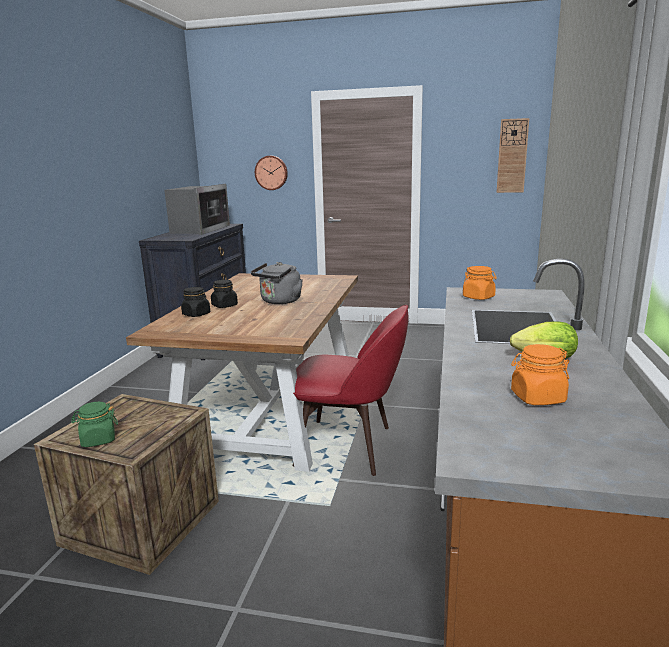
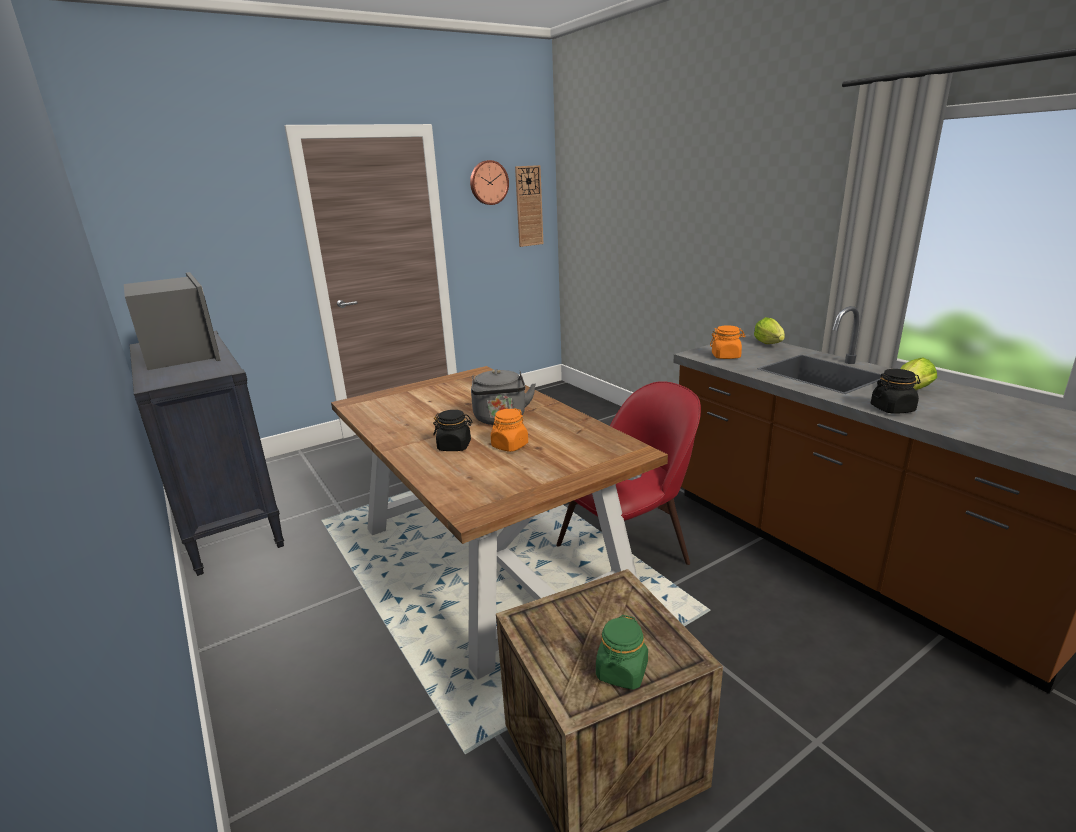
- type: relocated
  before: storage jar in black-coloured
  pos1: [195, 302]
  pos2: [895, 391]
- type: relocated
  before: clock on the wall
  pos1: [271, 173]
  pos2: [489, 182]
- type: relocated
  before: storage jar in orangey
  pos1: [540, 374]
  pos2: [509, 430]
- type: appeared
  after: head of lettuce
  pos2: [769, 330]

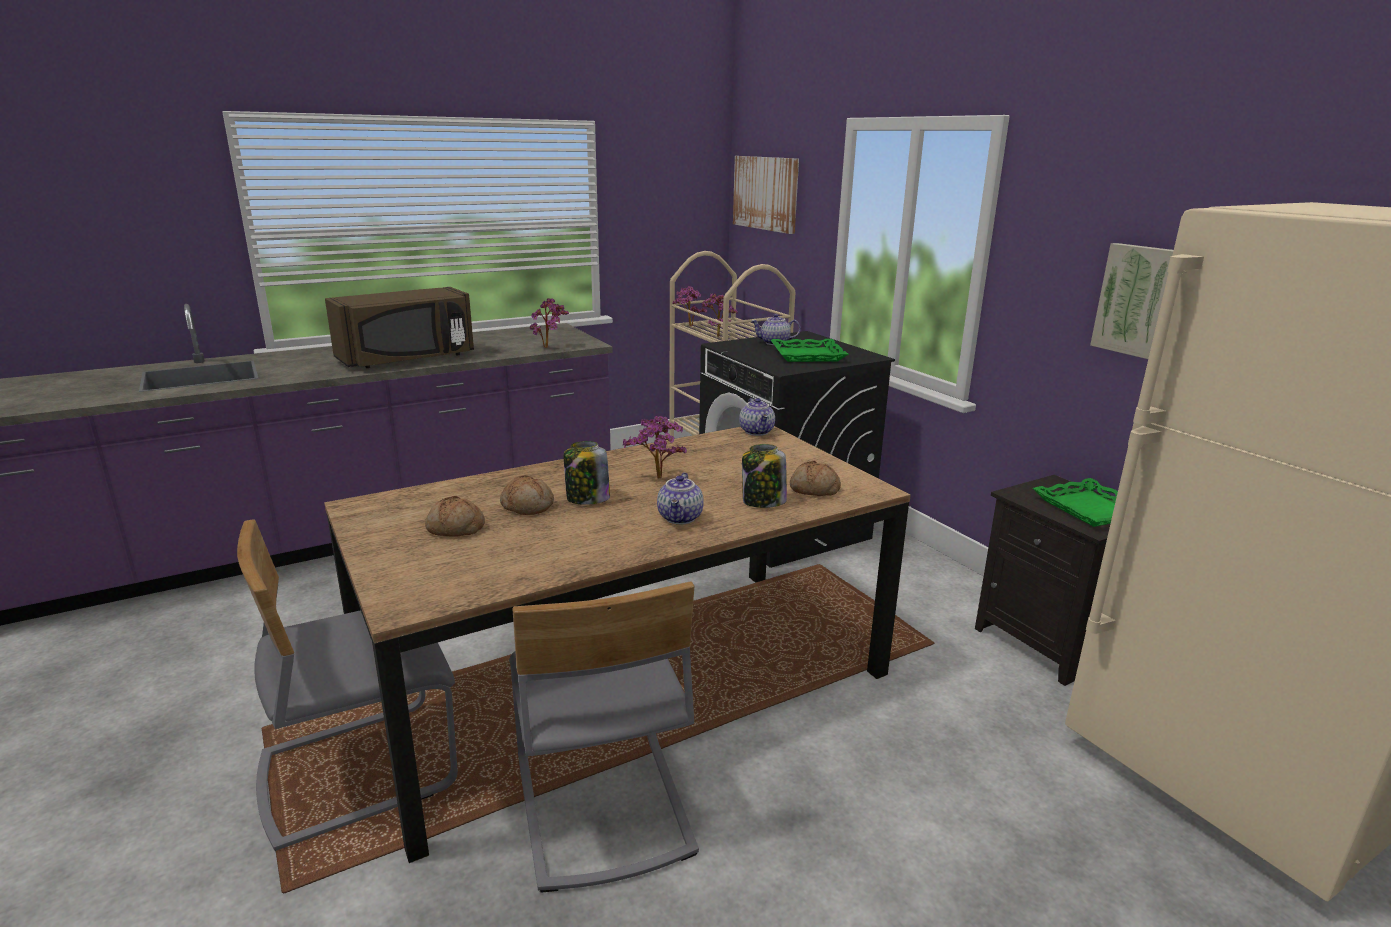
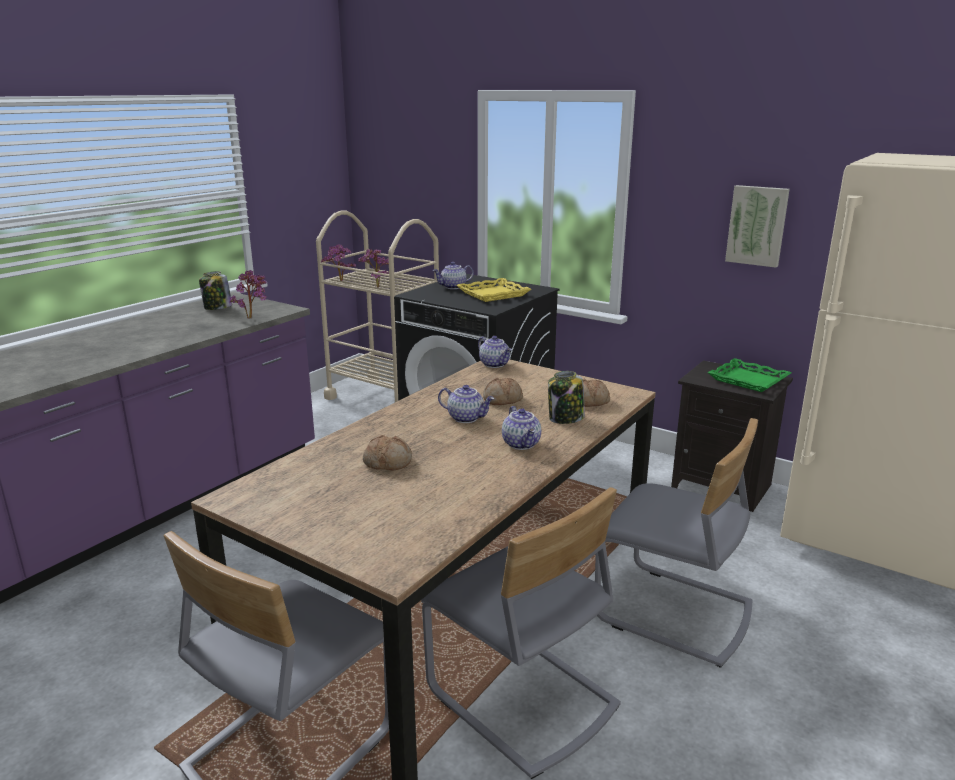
- type: missing
  before: kitchen microwave in brownish
  pos1: [399, 327]
- type: relocated
  before: bread
  pos1: [455, 516]
  pos2: [503, 391]
- type: relocated
  before: storage jar
  pos1: [587, 473]
  pos2: [215, 290]
- type: exchanged
  before: potted plant
  after: teapot
  pos1: [655, 447]
  pos2: [466, 404]
- type: missing
  before: wall art
  pos1: [766, 195]
- type: colour
  before: serving tray in green-coloured
  after: serving tray in yellow-coloured
  pos1: [810, 350]
  pos2: [493, 290]
- type: appeared
  after: plain chair in grey
  pos2: [676, 543]

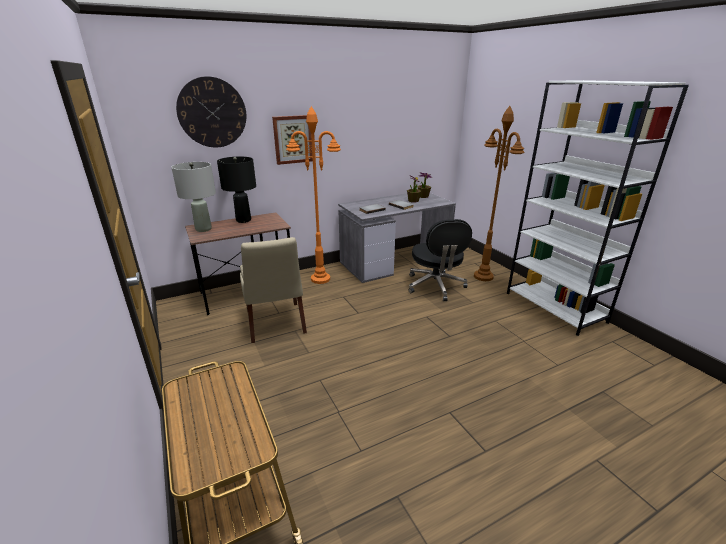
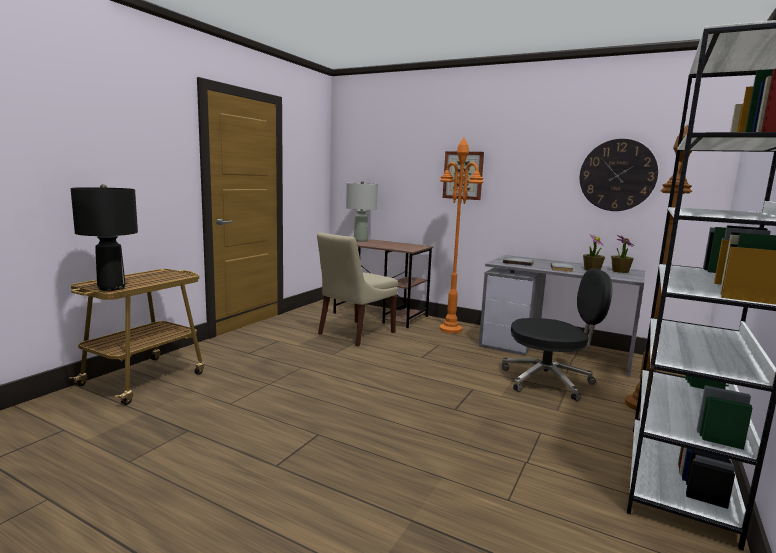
- type: relocated
  before: clock on the wall
  pos1: [211, 111]
  pos2: [619, 175]
- type: relocated
  before: table lamp in black-coloured
  pos1: [236, 190]
  pos2: [104, 237]
- type: spun
  before: office chair in black-coloured
  pos1: [440, 260]
  pos2: [557, 334]
  turn: -135

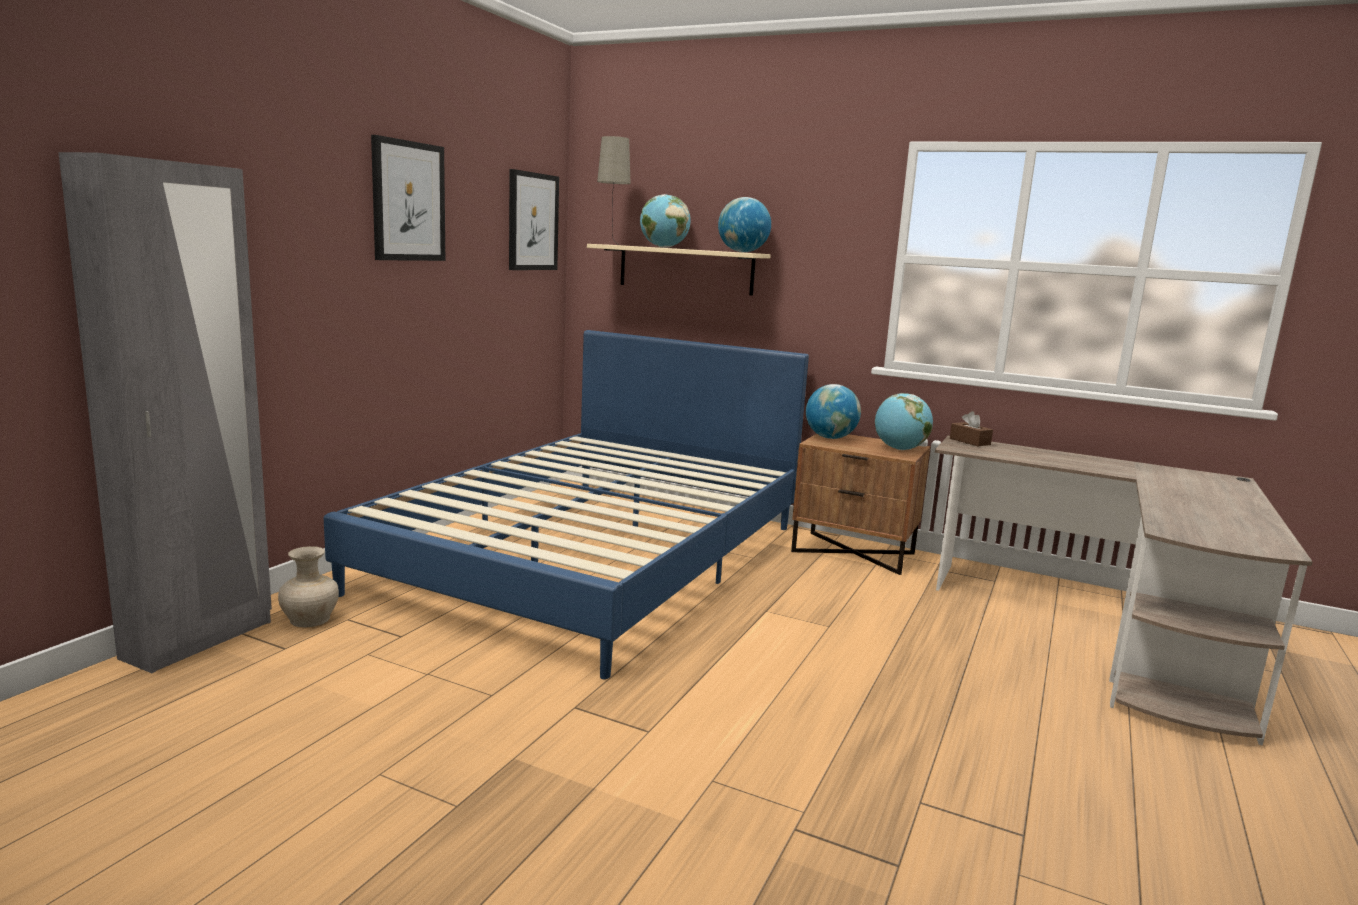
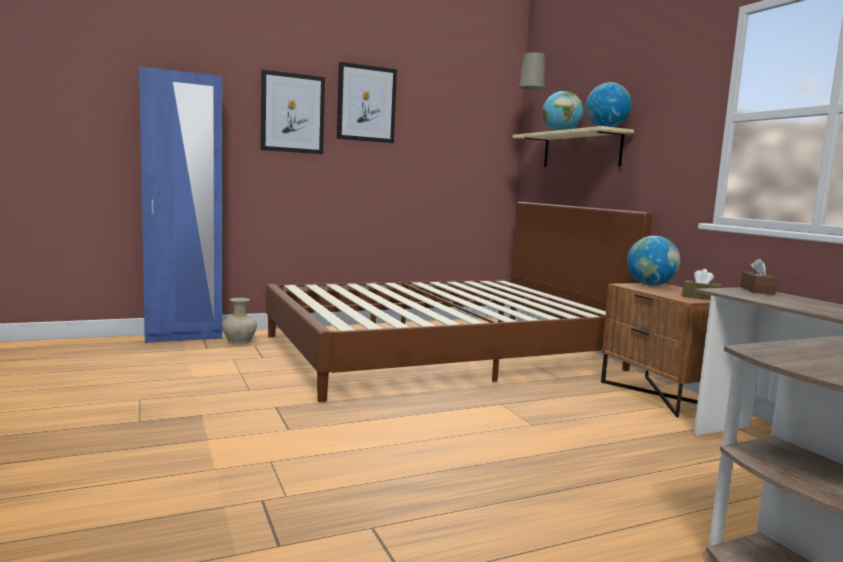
- type: colour
  before: armoire in grey
  after: armoire in blue-coloured
  pos1: [165, 412]
  pos2: [180, 204]
- type: colour
  before: bedroom bed in blue-coloured
  after: bedroom bed in brownish
  pos1: [566, 504]
  pos2: [459, 302]
- type: relocated
  before: wall art
  pos1: [534, 219]
  pos2: [293, 112]
- type: exchanged
  before: globe
  after: tissue holder in brownish
  pos1: [904, 421]
  pos2: [702, 284]

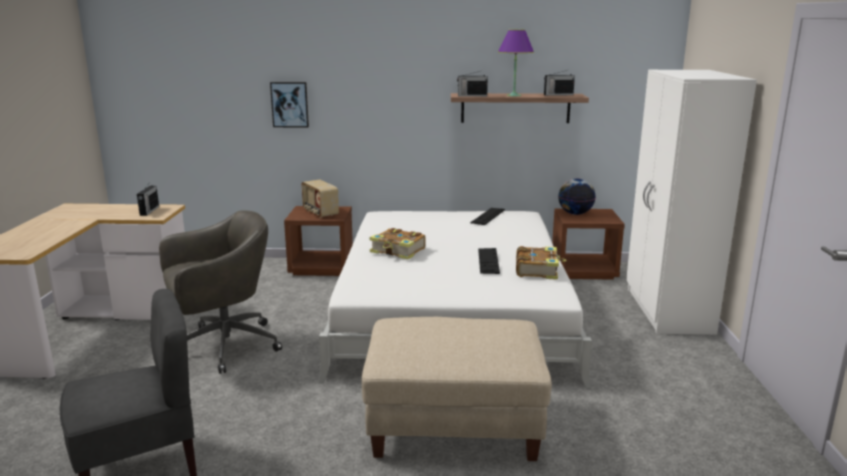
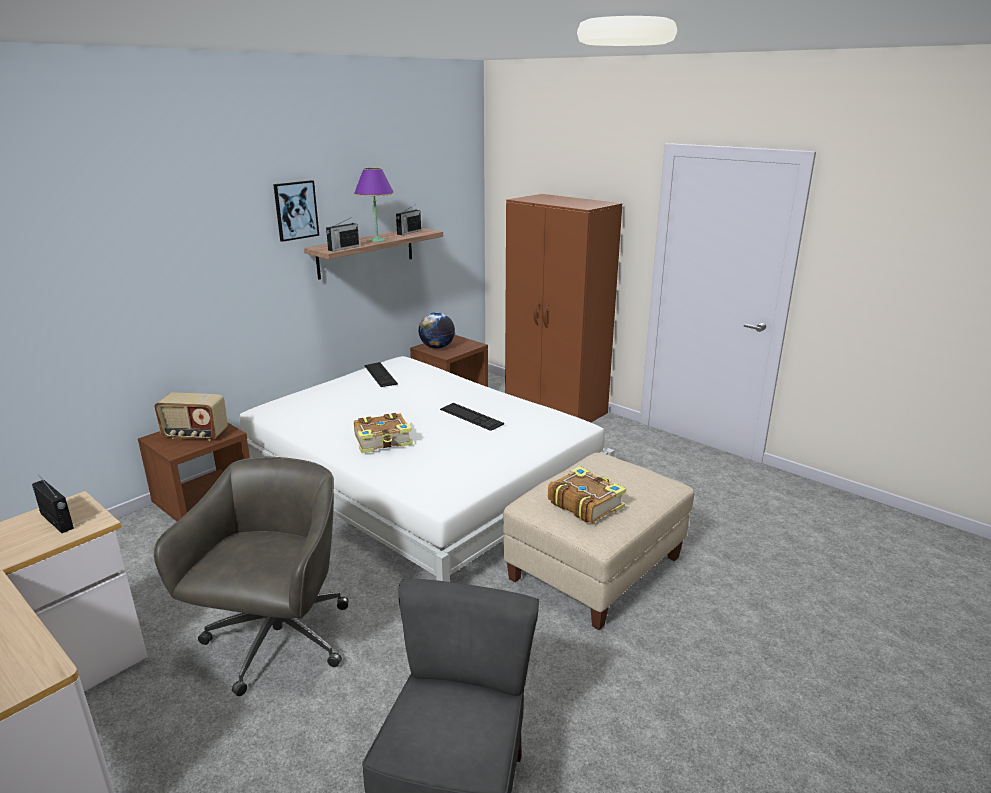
- type: relocated
  before: wall art
  pos1: [289, 105]
  pos2: [296, 211]
- type: relocated
  before: book
  pos1: [541, 263]
  pos2: [587, 494]
- type: colour
  before: armoire in whitish
  after: armoire in brownish
  pos1: [691, 202]
  pos2: [563, 308]

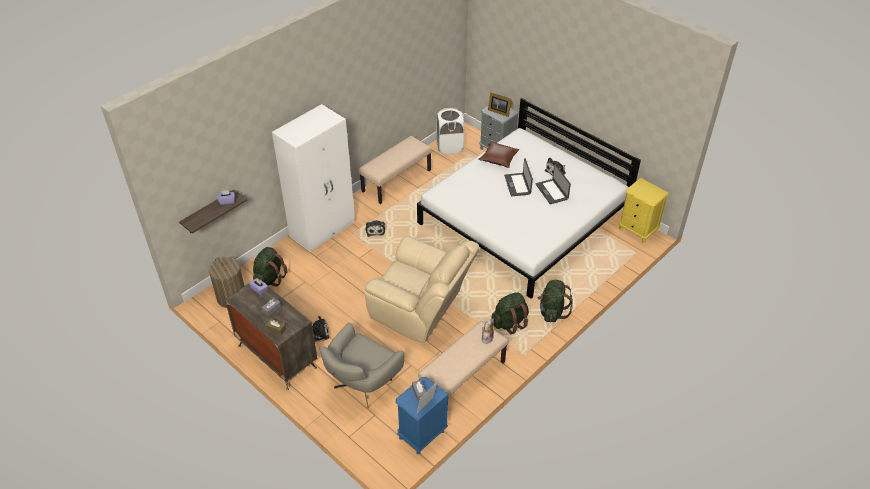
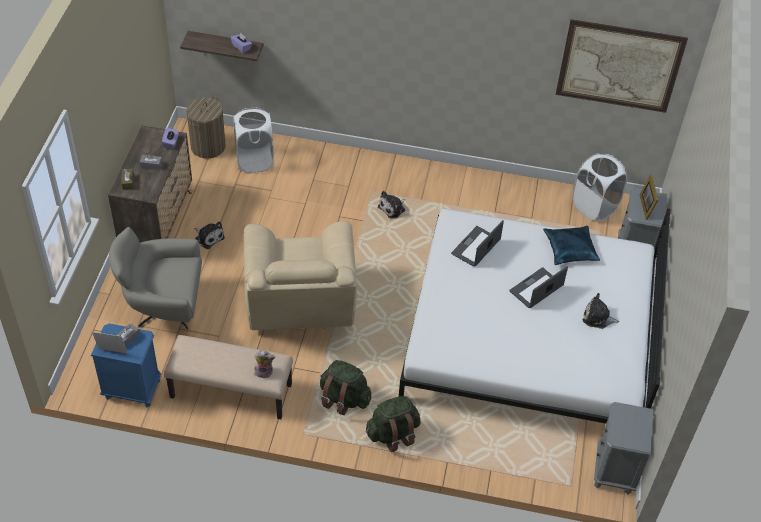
- type: exchanged
  before: knapsack in green-coloured
  after: hamper in whitish
  pos1: [270, 267]
  pos2: [253, 140]
- type: missing
  before: armoire in whitish
  pos1: [313, 178]
- type: missing
  before: long seat in beige
  pos1: [395, 170]
- type: colour
  before: cushion in brownish
  after: cushion in blue-coloured
  pos1: [498, 155]
  pos2: [571, 245]
- type: relocated
  before: portable computer
  pos1: [553, 184]
  pos2: [477, 243]
- type: colour
  before: nightstand in yellow-coloured
  after: nightstand in grey
  pos1: [644, 210]
  pos2: [624, 448]
- type: appeared
  after: wall art
  pos2: [622, 66]

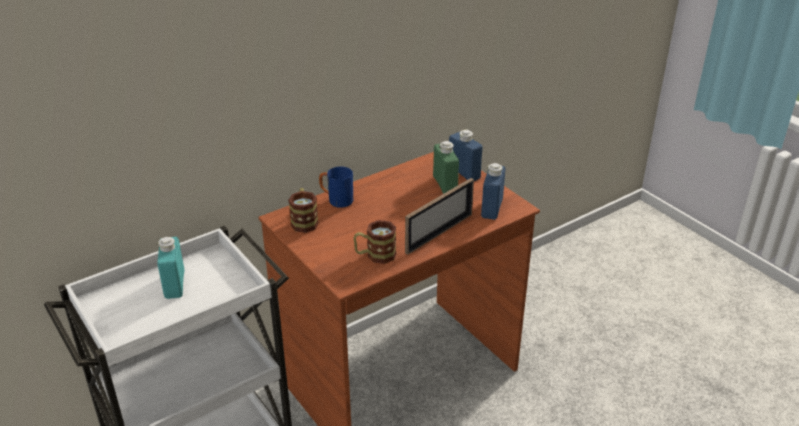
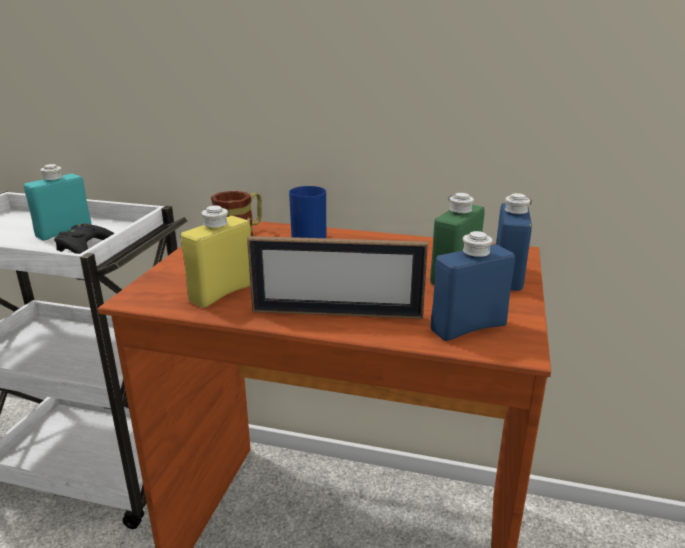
- type: exchanged
  before: coffee mug
  after: drink bottle in yellow-coloured
  pos1: [374, 242]
  pos2: [216, 256]
- type: appeared
  after: game controller in black-coloured
  pos2: [84, 238]

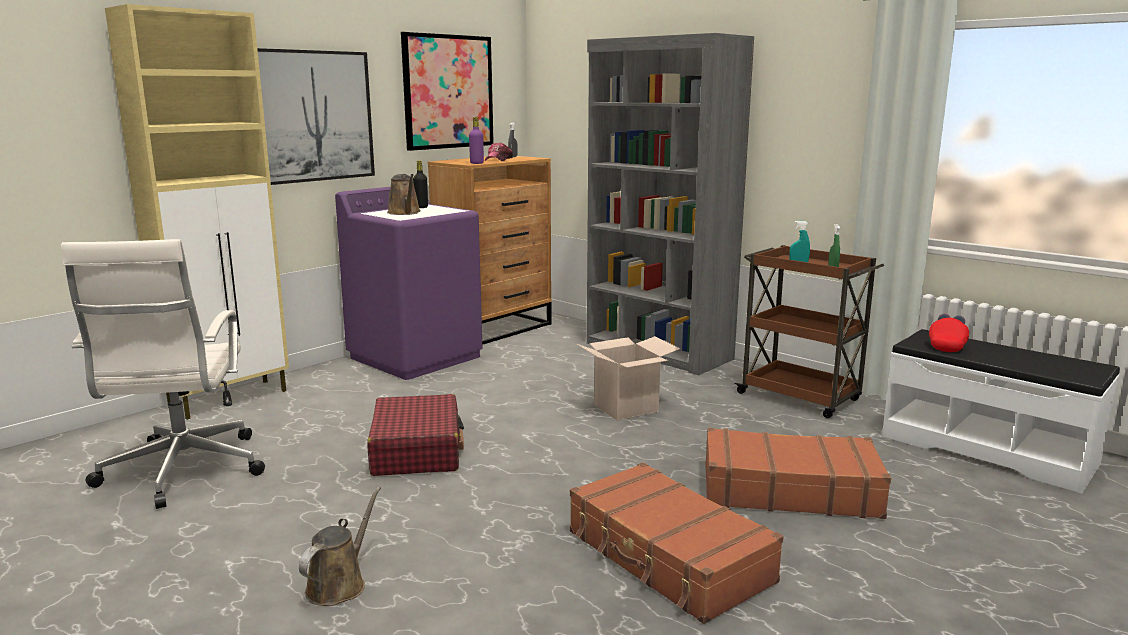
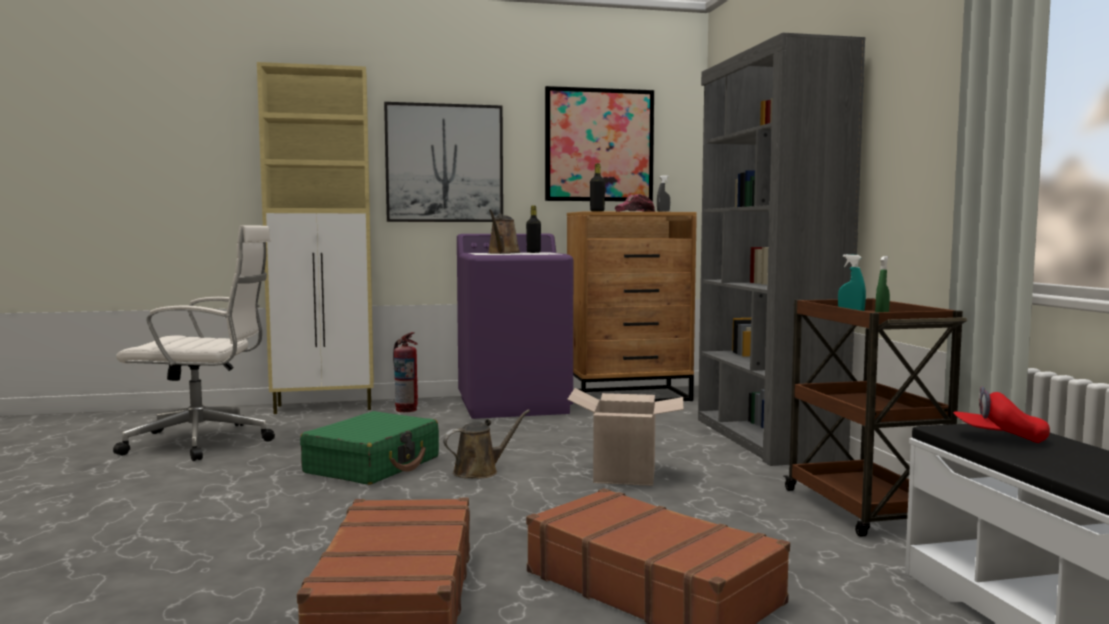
- type: spun
  before: office chair in whitish
  pos1: [163, 374]
  pos2: [194, 343]
  turn: -120
- type: relocated
  before: sprinkling can in brownish
  pos1: [340, 546]
  pos2: [486, 444]
- type: colour
  before: suitcase in red-coloured
  after: suitcase in green-coloured
  pos1: [416, 435]
  pos2: [369, 448]
- type: colour
  before: drink bottle in purple
  after: drink bottle in black-coloured
  pos1: [476, 140]
  pos2: [597, 187]
- type: spun
  before: baseball cap in red-coloured
  pos1: [949, 333]
  pos2: [1001, 415]
  turn: -135
- type: appeared
  after: fire extinguisher
  pos2: [405, 372]

